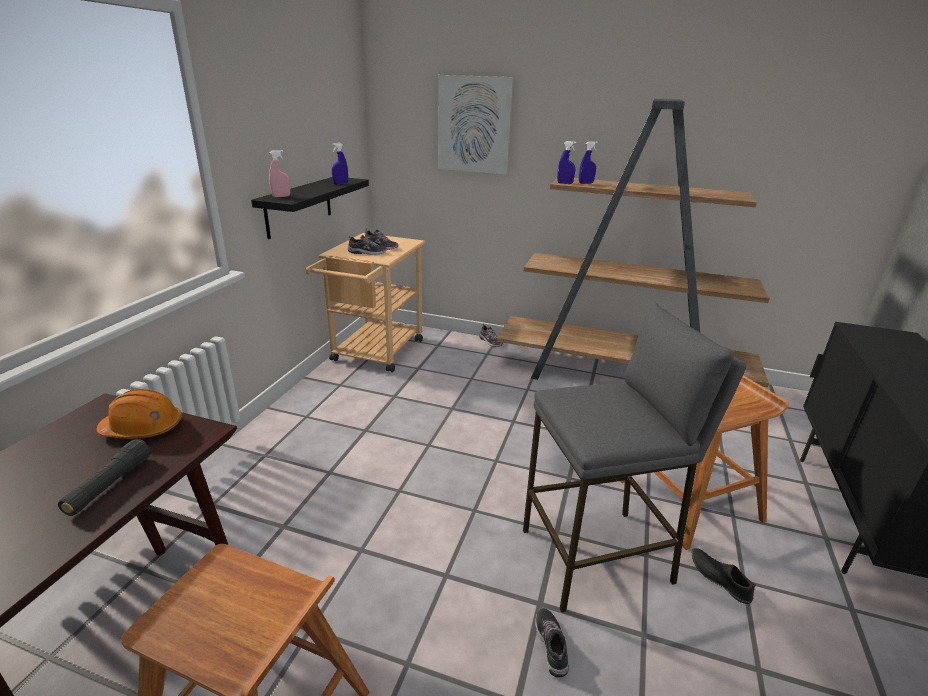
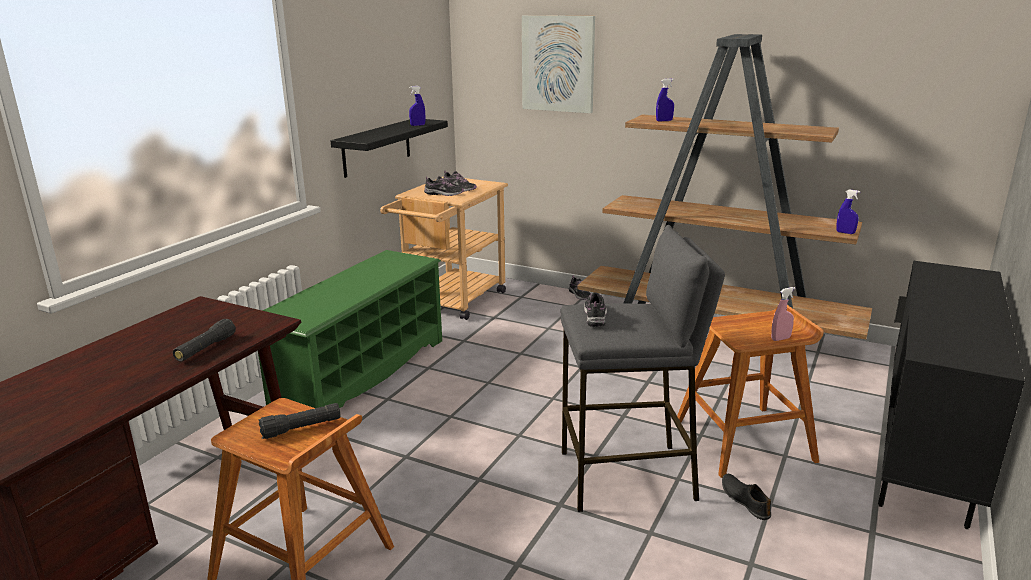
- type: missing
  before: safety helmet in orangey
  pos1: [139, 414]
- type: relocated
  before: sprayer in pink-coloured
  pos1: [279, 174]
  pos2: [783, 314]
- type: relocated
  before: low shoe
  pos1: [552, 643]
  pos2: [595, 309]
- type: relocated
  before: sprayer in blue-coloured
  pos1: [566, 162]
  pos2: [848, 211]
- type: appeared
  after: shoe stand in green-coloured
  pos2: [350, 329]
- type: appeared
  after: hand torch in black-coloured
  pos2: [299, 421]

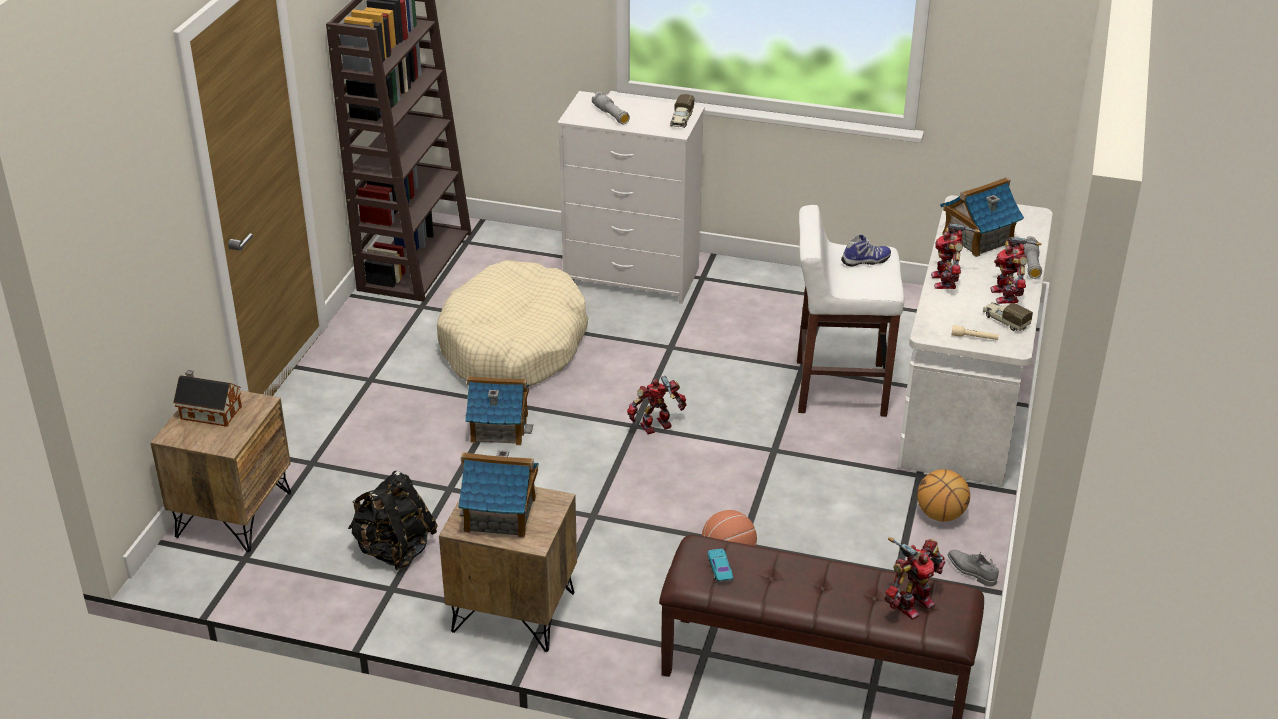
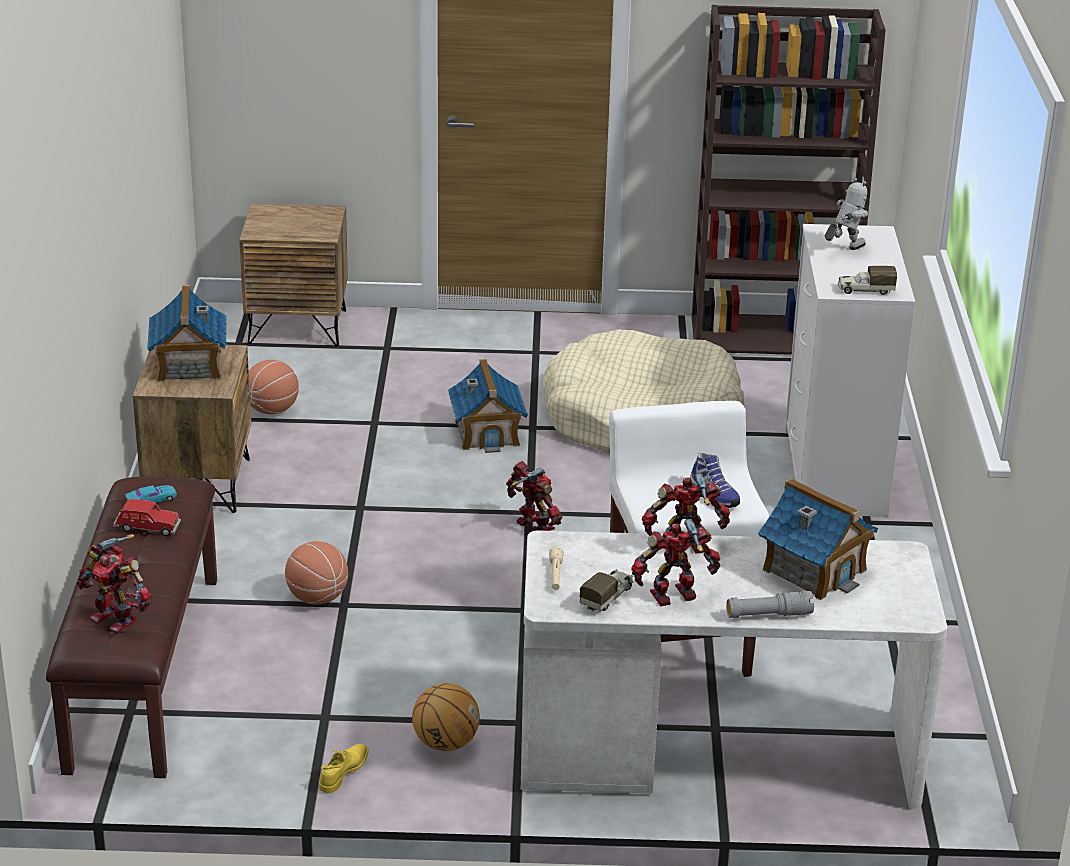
- type: missing
  before: toy house
  pos1: [207, 398]
- type: exchanged
  before: knapsack in black-coloured
  after: ball for basketball
  pos1: [393, 520]
  pos2: [274, 387]
- type: exchanged
  before: hand torch in grey
  after: toy robot
  pos1: [611, 108]
  pos2: [846, 214]
- type: colour
  before: low shoe in grey
  after: low shoe in yellow-coloured
  pos1: [973, 568]
  pos2: [344, 769]
- type: appeared
  after: miniature car in red-coloured
  pos2: [147, 517]

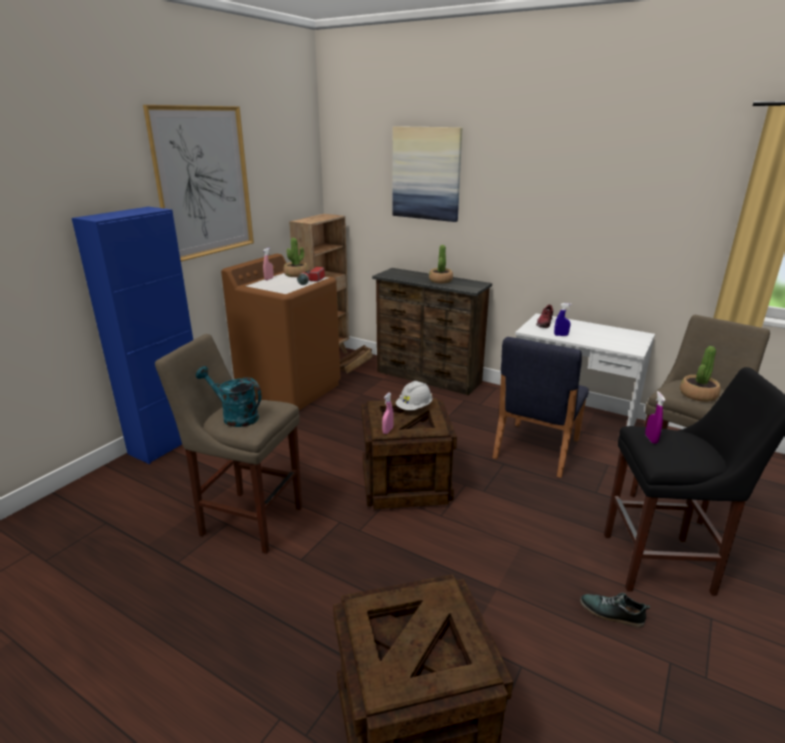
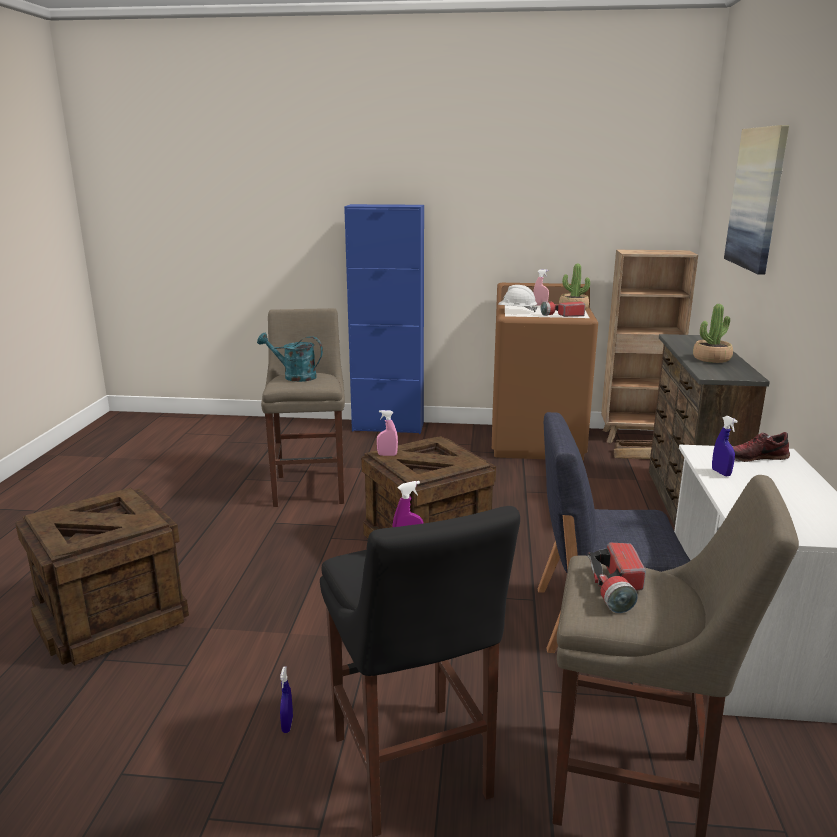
- type: missing
  before: wall art
  pos1: [198, 183]
- type: spun
  before: sprinkling can in turquoise
  pos1: [229, 396]
  pos2: [290, 357]
  turn: -75
- type: relocated
  before: safety helmet in whitish
  pos1: [414, 395]
  pos2: [517, 298]
- type: exchanged
  before: low shoe
  after: sprayer in blue-coloured
  pos1: [615, 610]
  pos2: [286, 699]
- type: exchanged
  before: potted plant
  after: hand torch
  pos1: [700, 374]
  pos2: [617, 578]

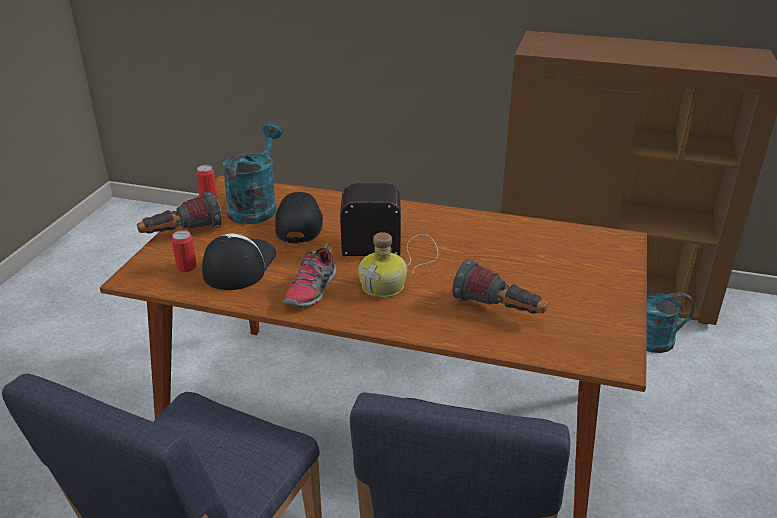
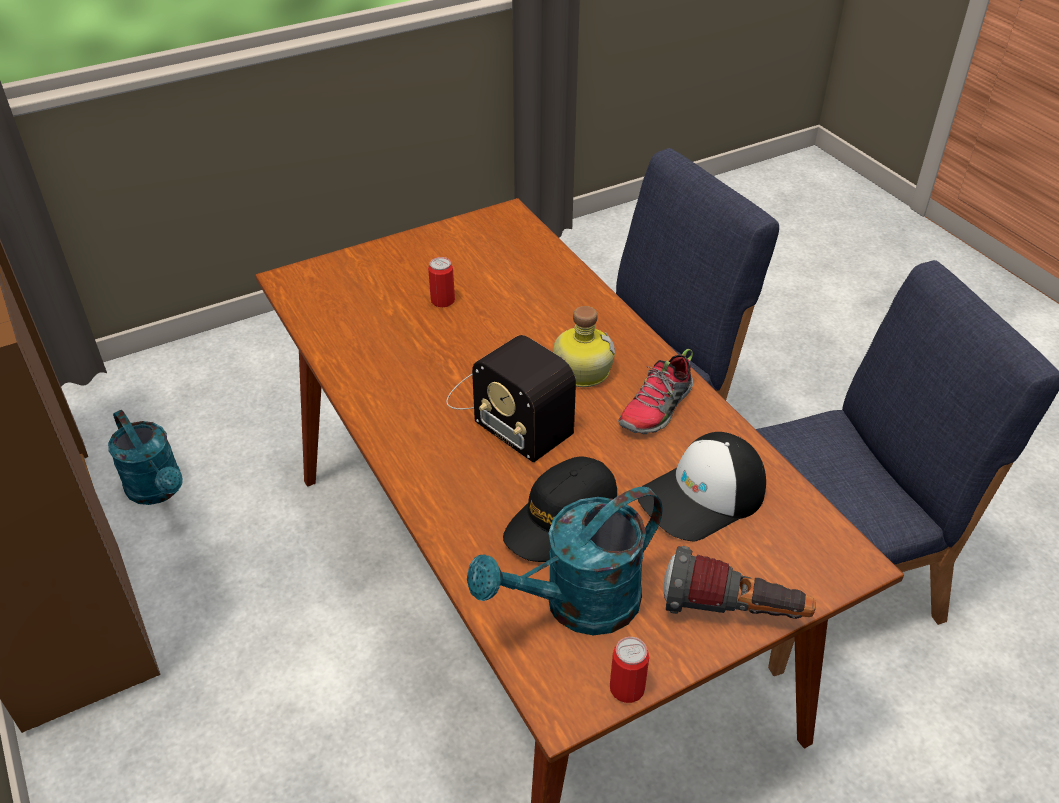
- type: relocated
  before: can
  pos1: [184, 251]
  pos2: [441, 282]
- type: spun
  before: low shoe
  pos1: [309, 275]
  pos2: [655, 391]
  turn: 150
- type: missing
  before: hand torch
  pos1: [500, 287]

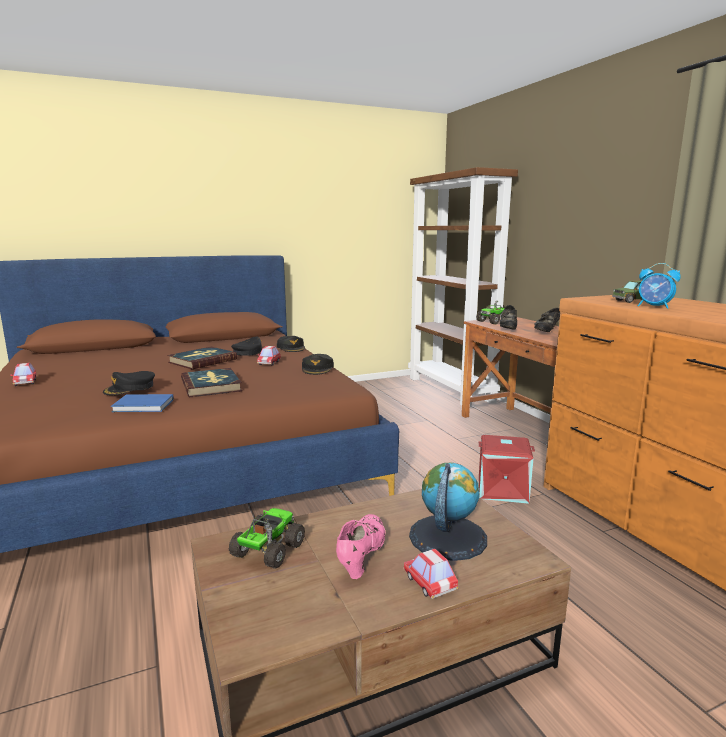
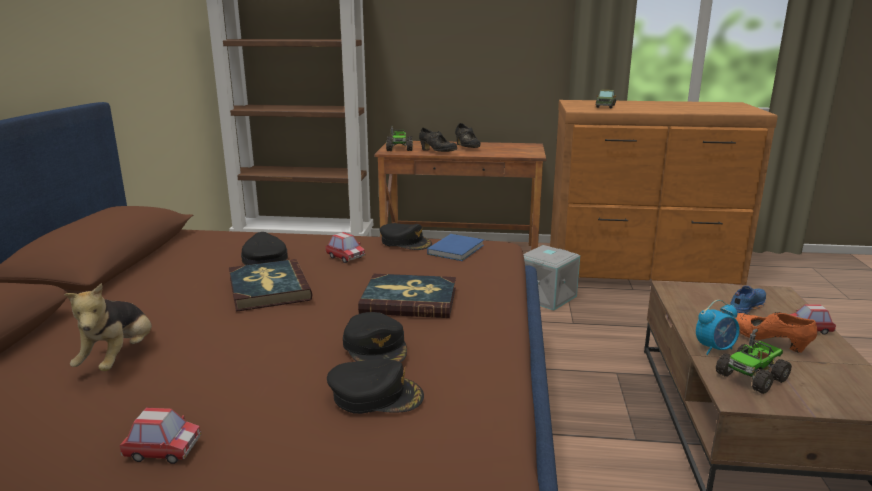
- type: relocated
  before: book in blue-coloured
  pos1: [142, 403]
  pos2: [455, 247]
- type: spun
  before: toy truck
  pos1: [267, 538]
  pos2: [754, 361]
  turn: -90
- type: relocated
  before: baseball cap in black-coloured
  pos1: [291, 344]
  pos2: [375, 386]
- type: colour
  before: low shoe in pink-coloured
  after: low shoe in orangey
  pos1: [360, 546]
  pos2: [776, 332]
- type: exchanged
  before: globe
  after: low shoe in blue-coloured
  pos1: [448, 511]
  pos2: [748, 300]
- type: colour
  before: storage box in red-coloured
  after: storage box in grey
  pos1: [507, 469]
  pos2: [551, 278]
- type: relocated
  before: bedside clock
  pos1: [659, 286]
  pos2: [718, 327]
- type: appeared
  after: cuddly toy
  pos2: [108, 327]

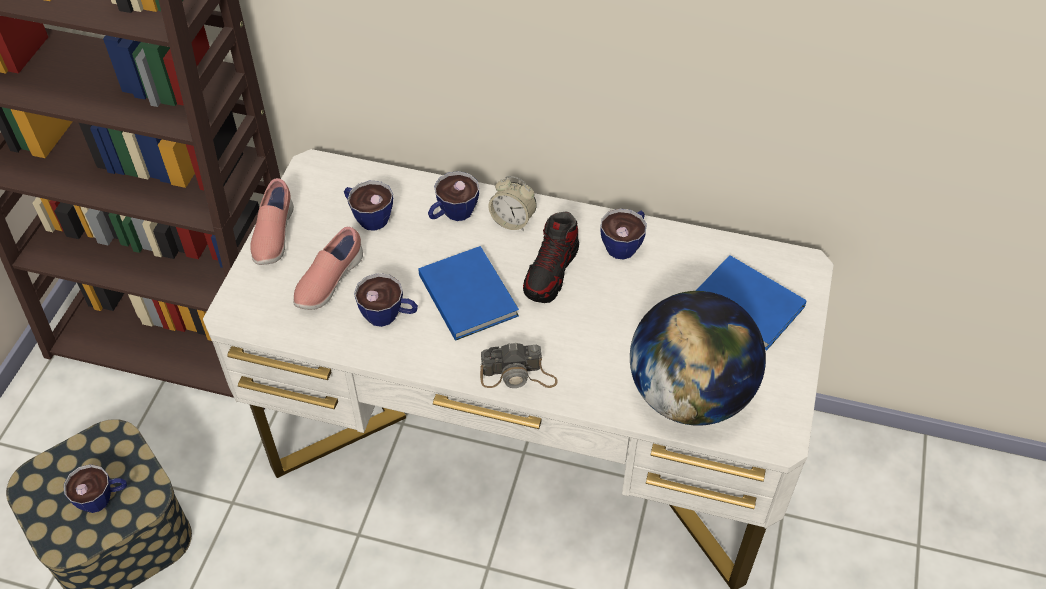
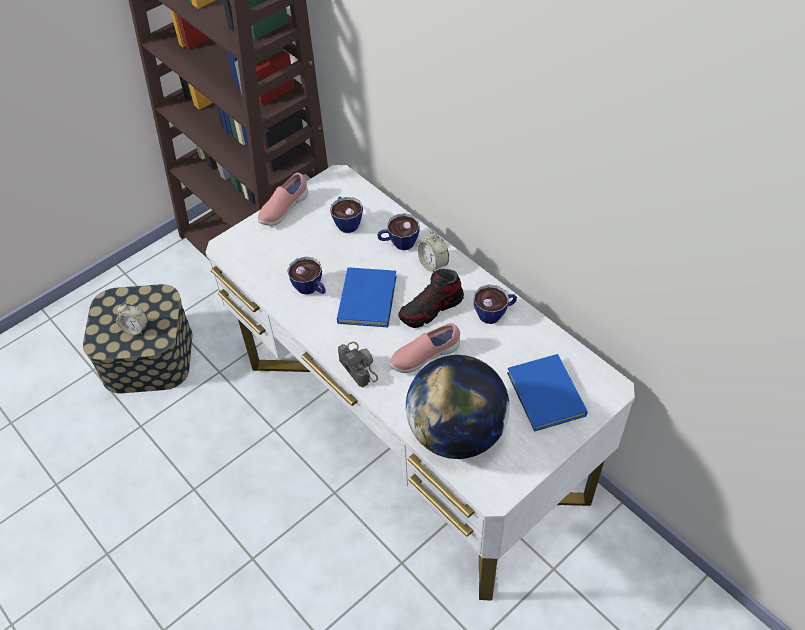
- type: exchanged
  before: drinking cup
  after: bedside clock
  pos1: [95, 488]
  pos2: [132, 319]
- type: relocated
  before: low shoe in pink-coloured
  pos1: [328, 268]
  pos2: [424, 348]
- type: spun
  before: still camera
  pos1: [518, 365]
  pos2: [358, 364]
  turn: -150

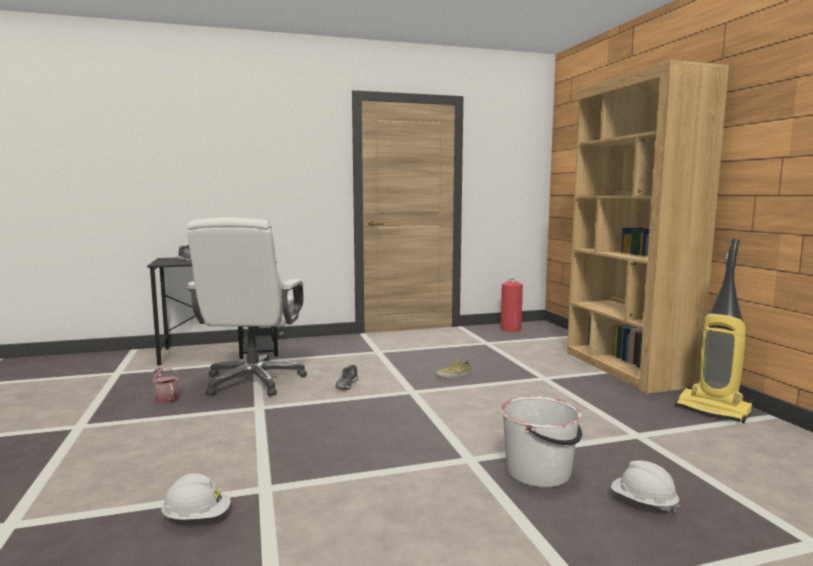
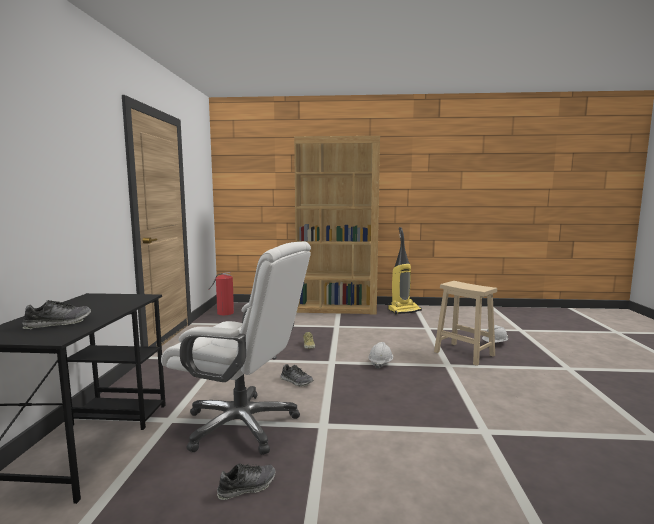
- type: exchanged
  before: sprinkling can
  after: low shoe
  pos1: [166, 385]
  pos2: [246, 482]
- type: relocated
  before: safety helmet in whitish
  pos1: [196, 496]
  pos2: [381, 355]
- type: exchanged
  before: water bucket in whitish
  after: stool seat in beige
  pos1: [541, 441]
  pos2: [465, 323]

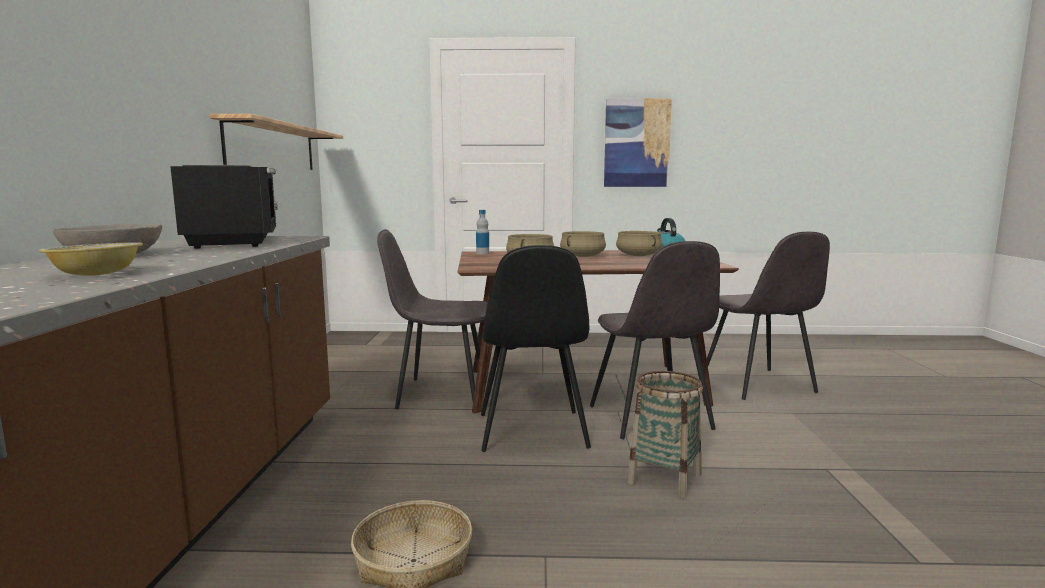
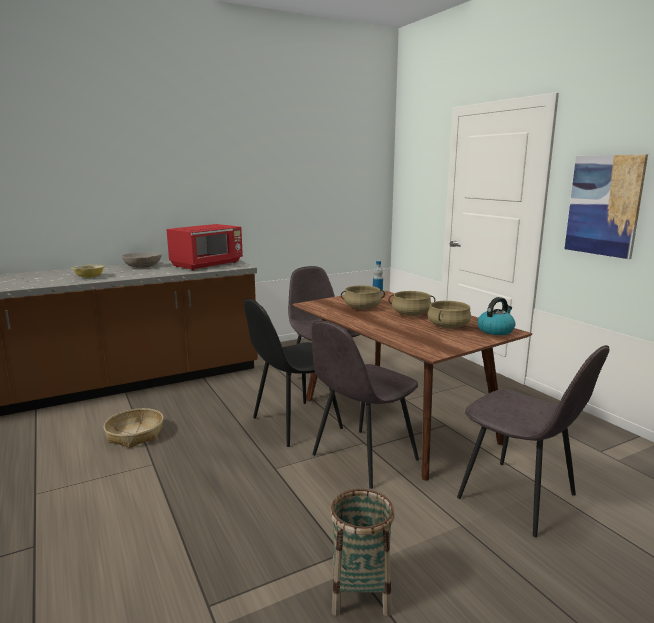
- type: colour
  before: kitchen microwave in black-coloured
  after: kitchen microwave in red-coloured
  pos1: [224, 207]
  pos2: [205, 247]
- type: missing
  before: wall shelf
  pos1: [276, 142]
- type: relocated
  before: basket
  pos1: [665, 435]
  pos2: [362, 553]
- type: spun
  before: plain chair in grey
  pos1: [768, 316]
  pos2: [533, 441]
  turn: -90

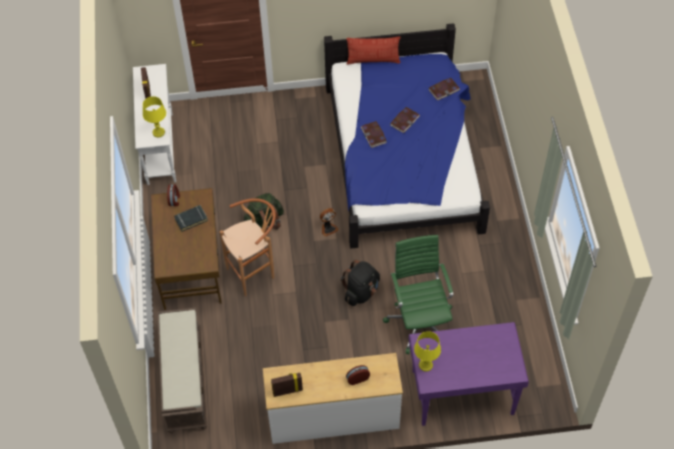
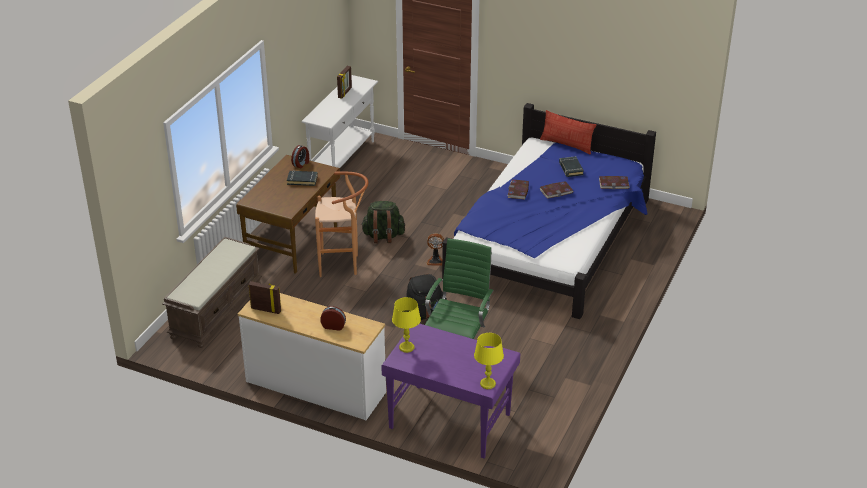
- type: relocated
  before: table lamp in yellow-coloured
  pos1: [154, 116]
  pos2: [489, 361]
- type: appeared
  after: book in black-coloured
  pos2: [571, 166]

